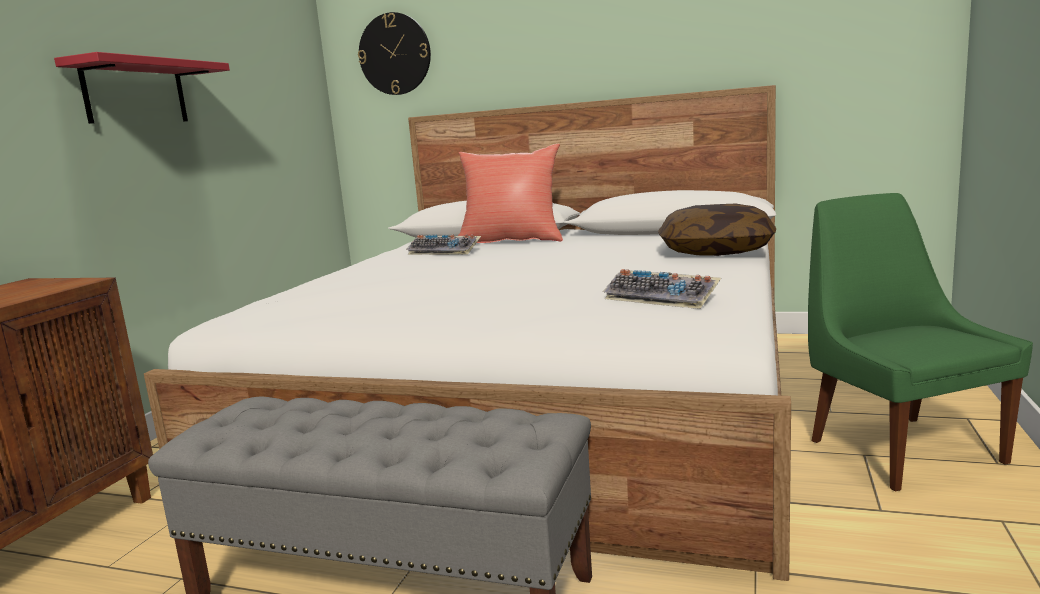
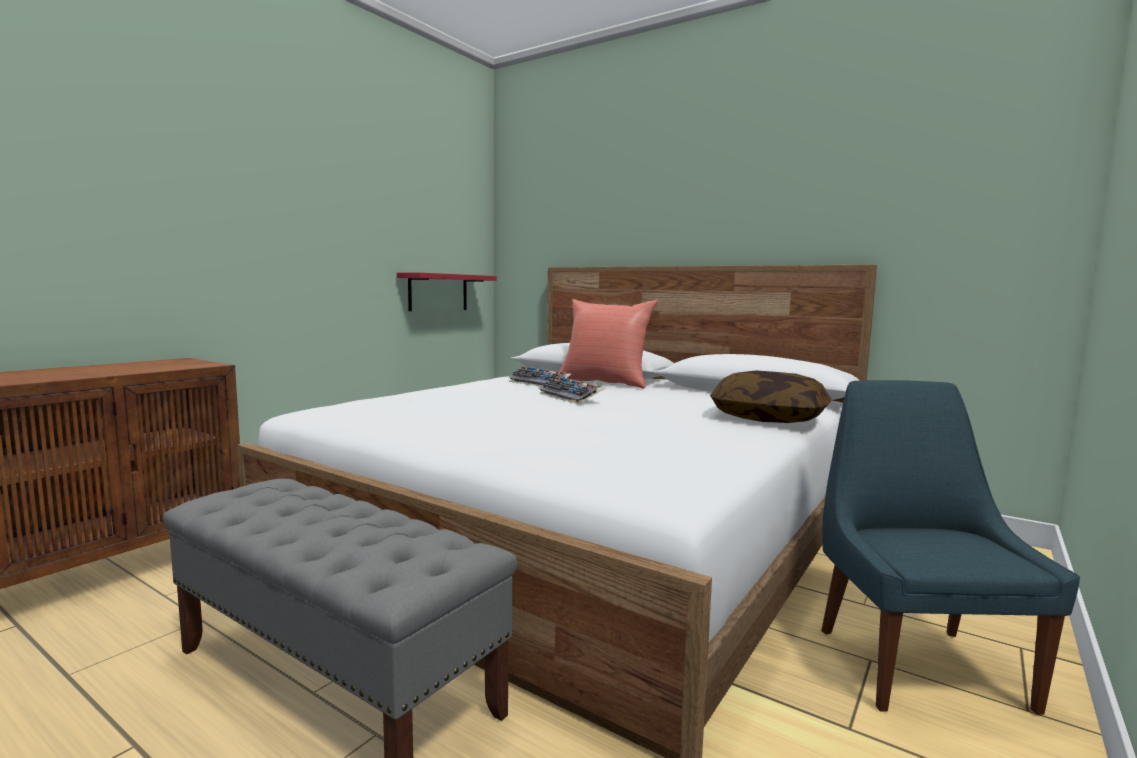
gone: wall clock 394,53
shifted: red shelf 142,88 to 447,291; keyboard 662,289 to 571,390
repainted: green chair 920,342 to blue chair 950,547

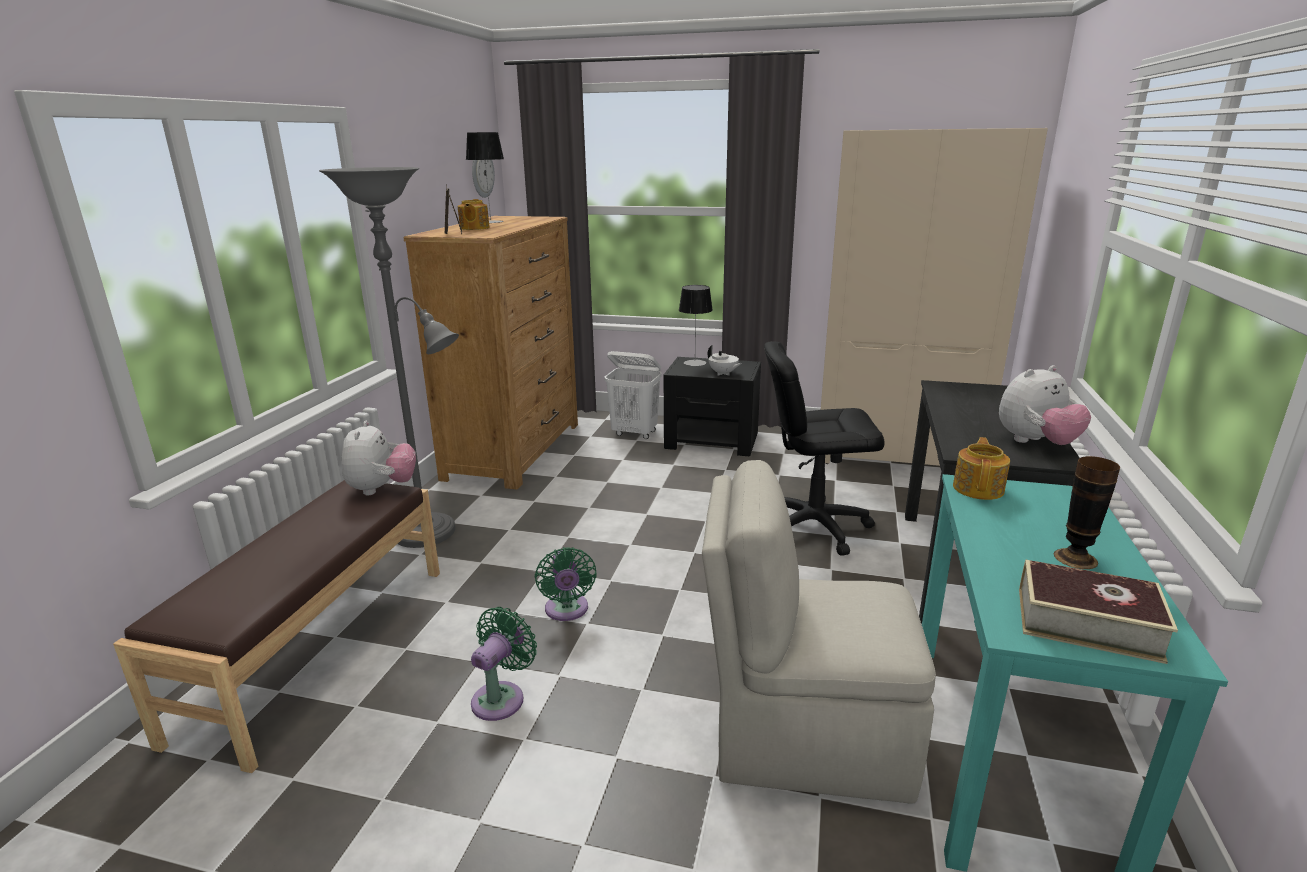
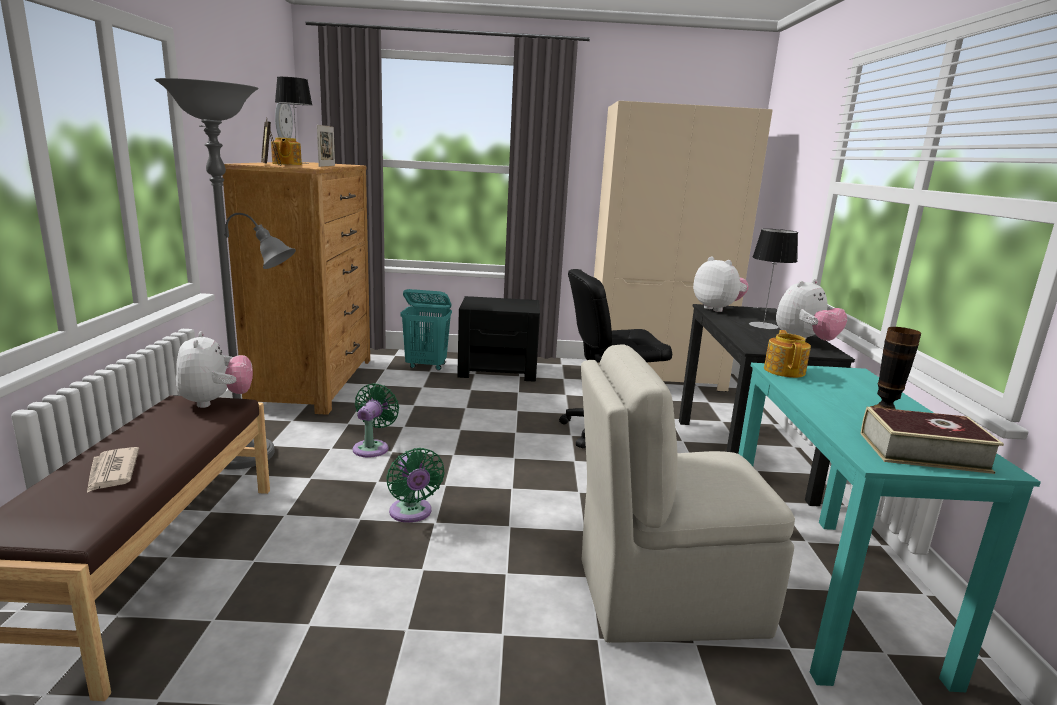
gone: white teapot 725,360
new: picture frame 326,146; plush toy 721,284; newspaper 113,470
shifted: table lamp 696,325 to 773,279; green fan 504,664 to 376,420
repainted: white laundry basket 633,395 to turquoise laundry basket 426,329

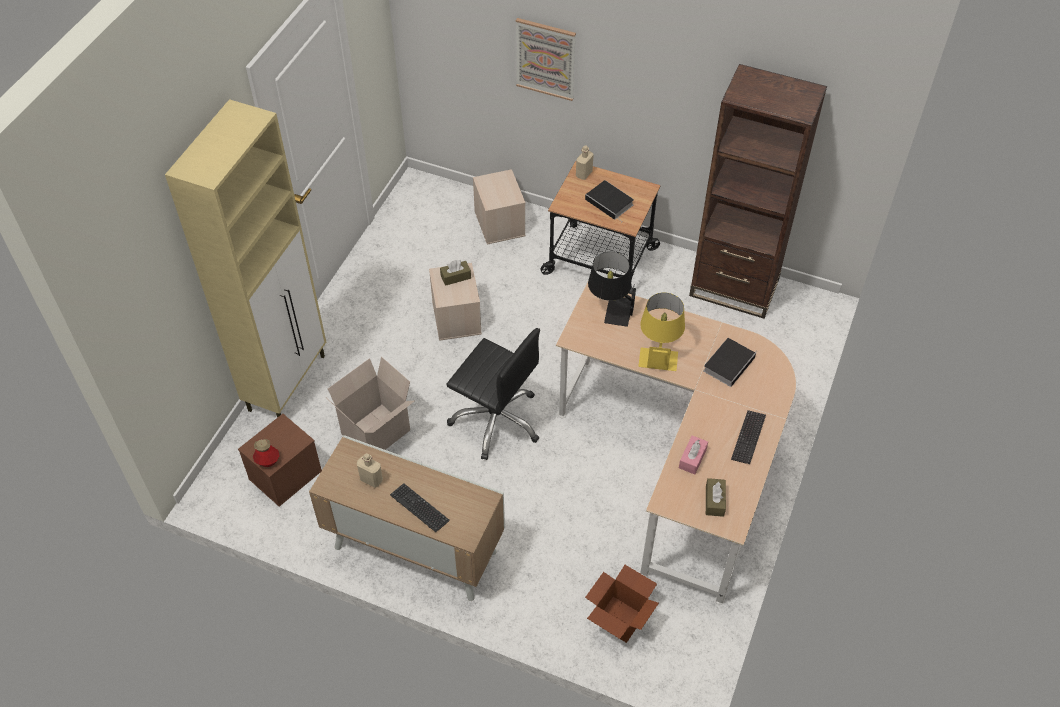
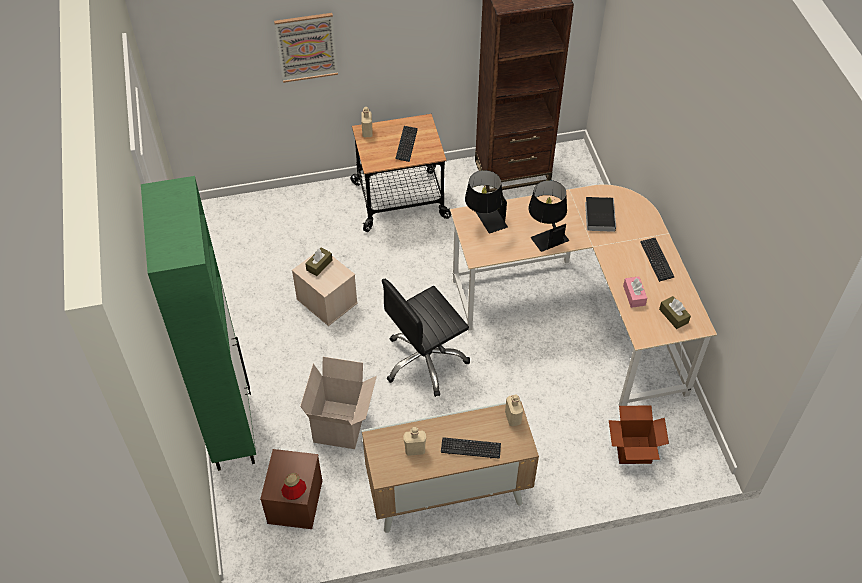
gone: beige storage box 499,207
new: beige bottle 514,410
swapped: book 609,201 to keyboard 406,144
repainted: beige cabinet 245,258 to green cabinet 198,323; yellow table lamp 662,332 to black table lamp 548,216
rotated: black office chair 493,394 = 426,338 150 degrees clockwise

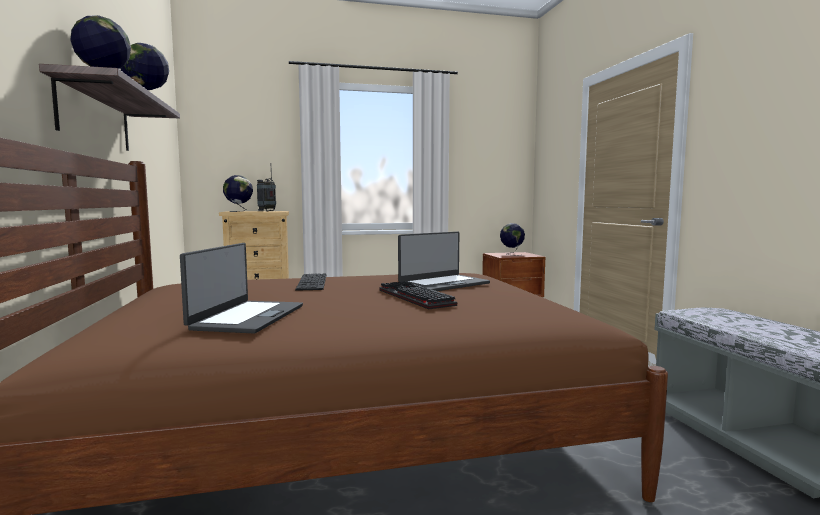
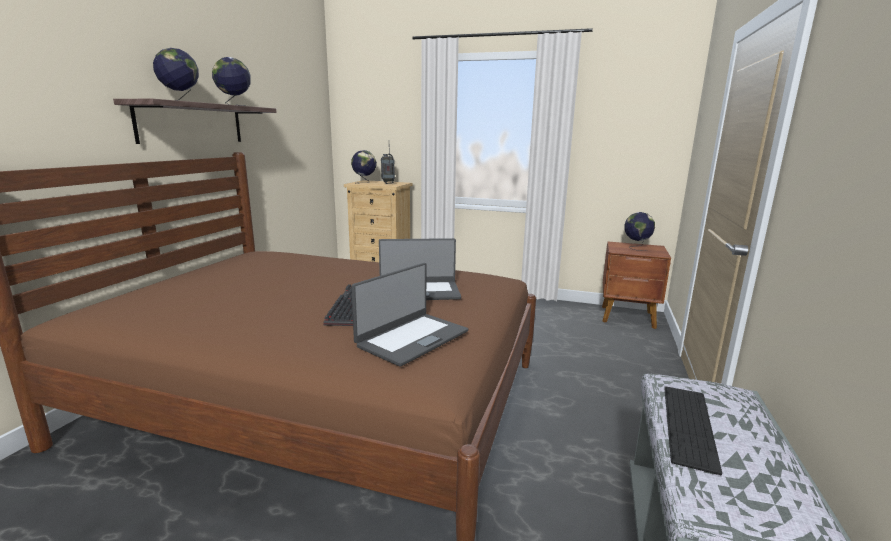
shifted: laptop 241,288 to 409,315; keyboard 311,282 to 693,430

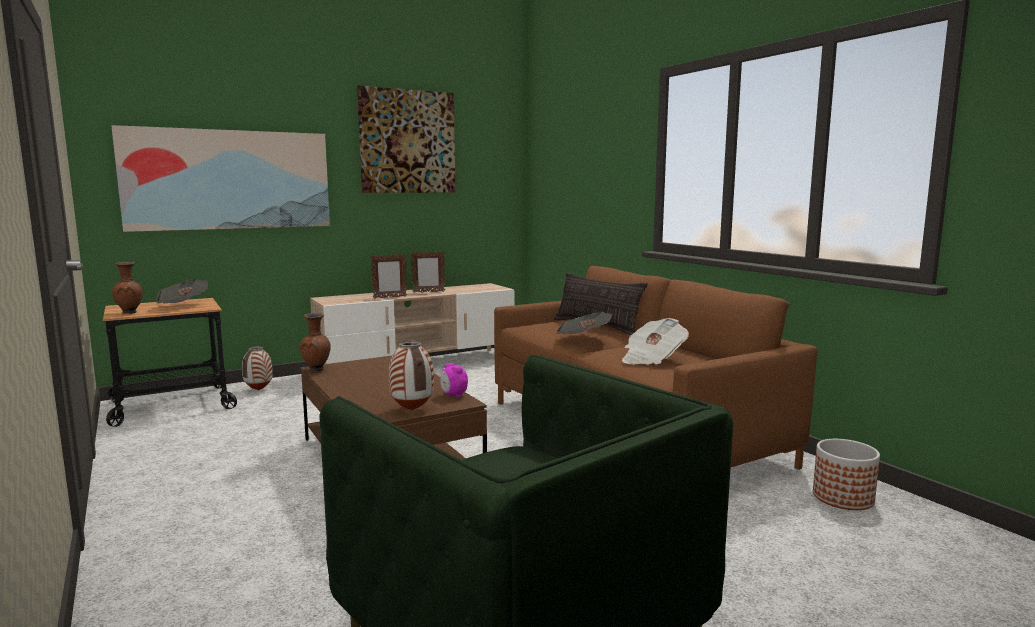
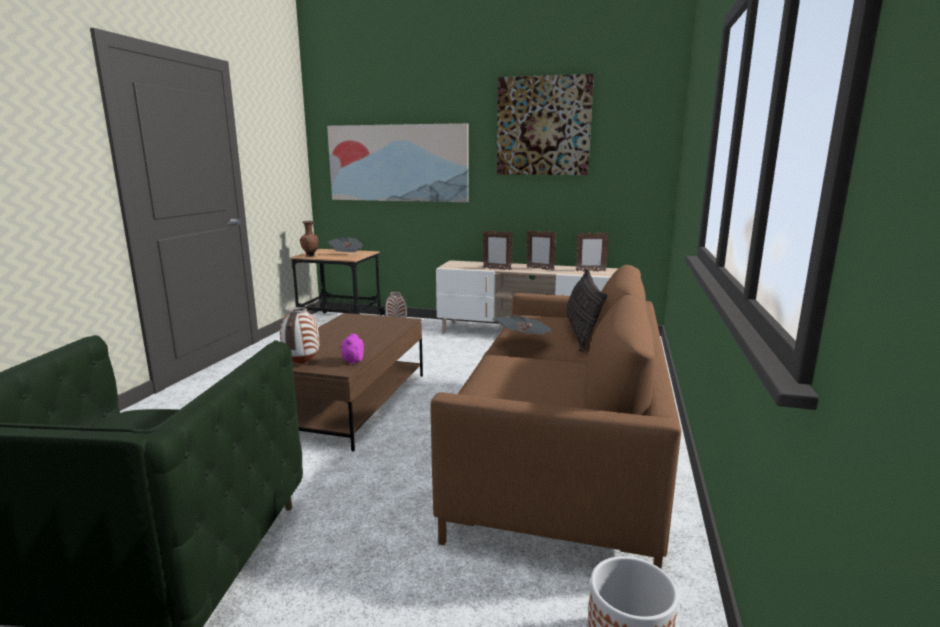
gone: brown vase 315,342; newspaper 655,341
new: picture frame 592,252

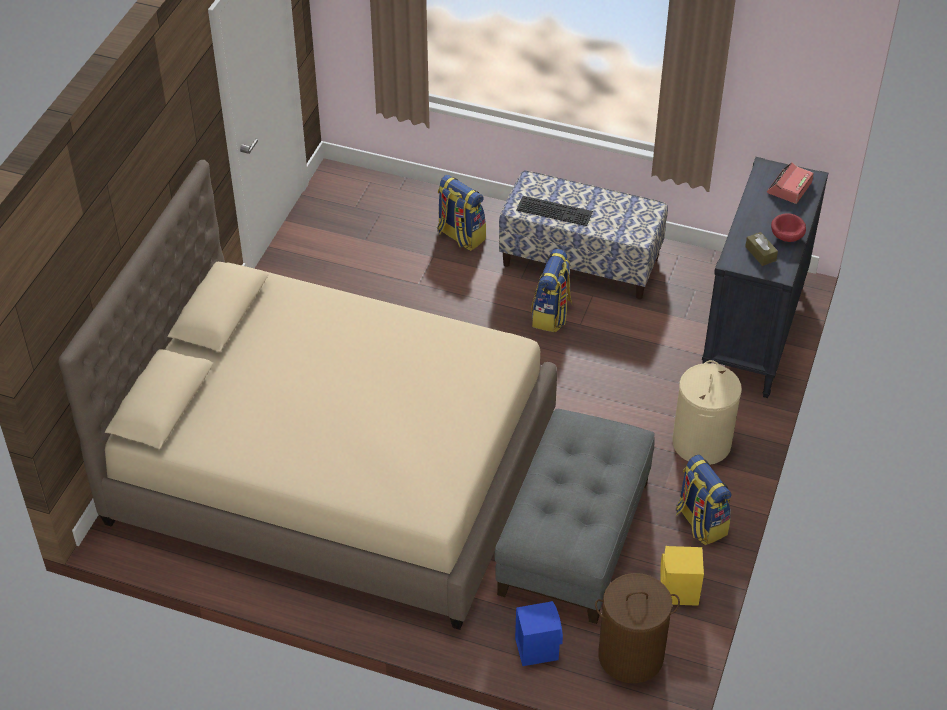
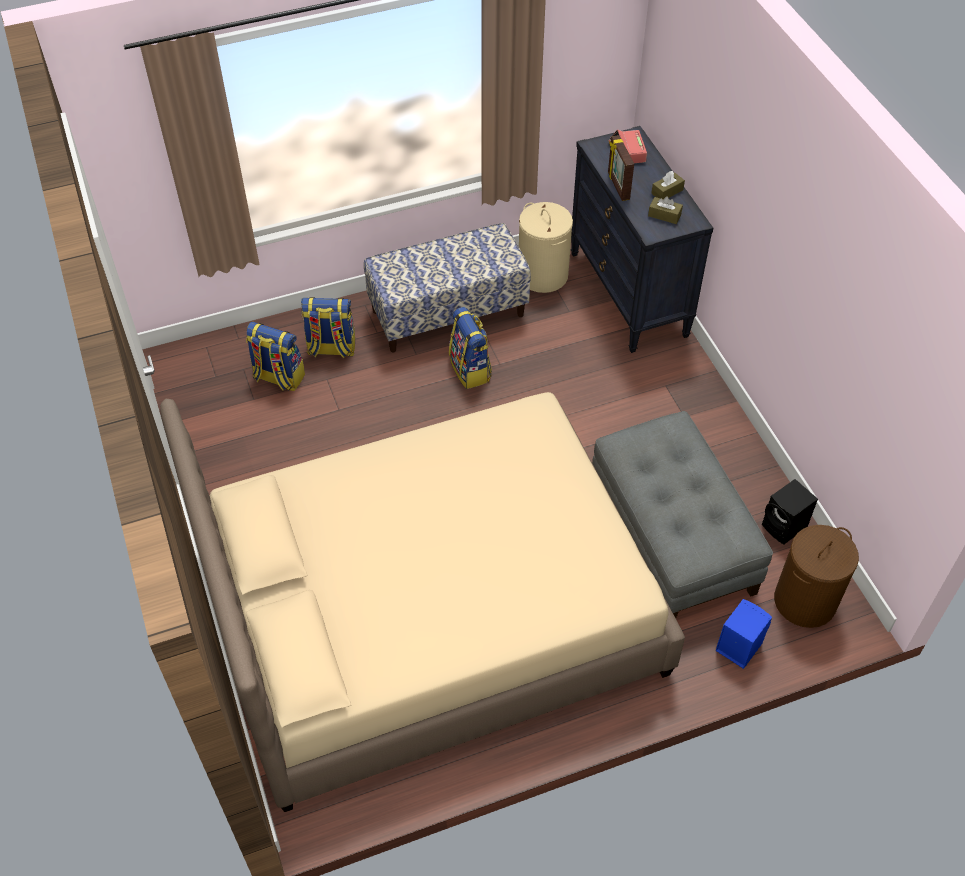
gone: keyboard 554,211
new: picture frame 621,168
shifted: beige laundry basket 707,412 to 546,247; backpack 704,500 to 275,356
swapped: red bowl 788,227 to brown tissue box 668,185
repainted: yellow speaker 682,576 to black speaker 790,511

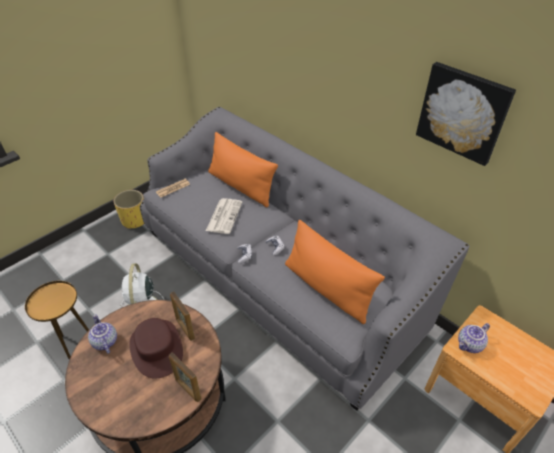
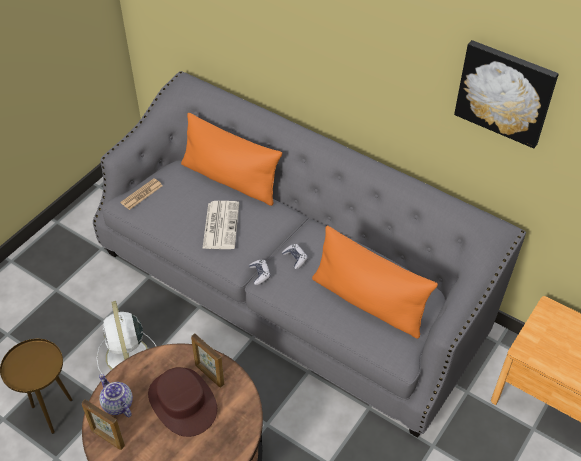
gone: yellow planter 129,209; teapot 474,338
shifted: picture frame 185,377 to 103,424

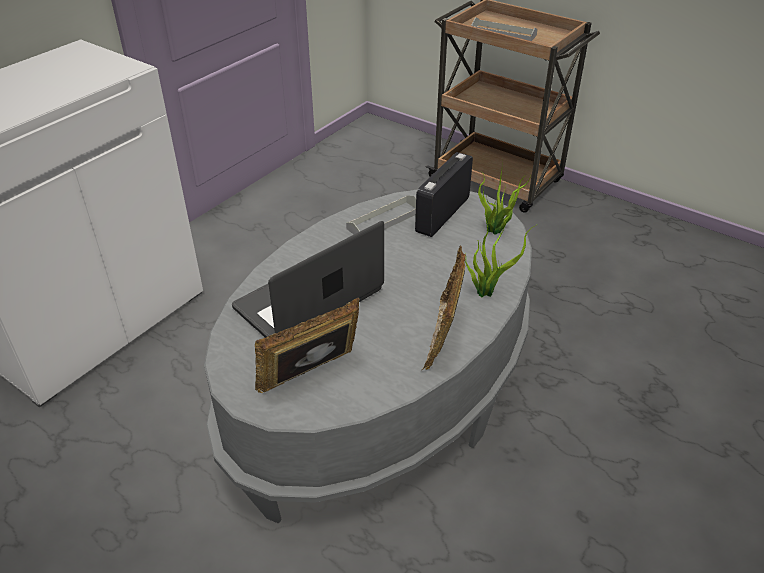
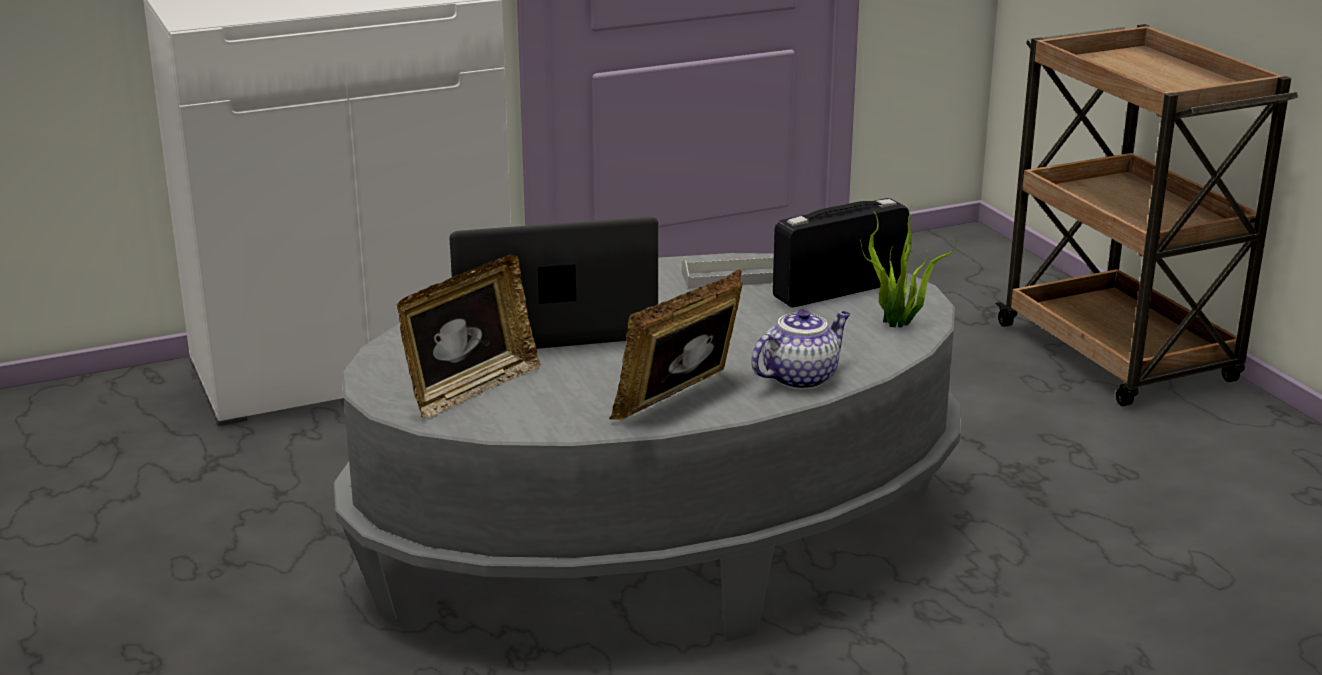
gone: grey tray 504,29
swapped: potted plant 500,257 to teapot 800,349
rotated: picture frame 307,345 = 468,336 135 degrees clockwise

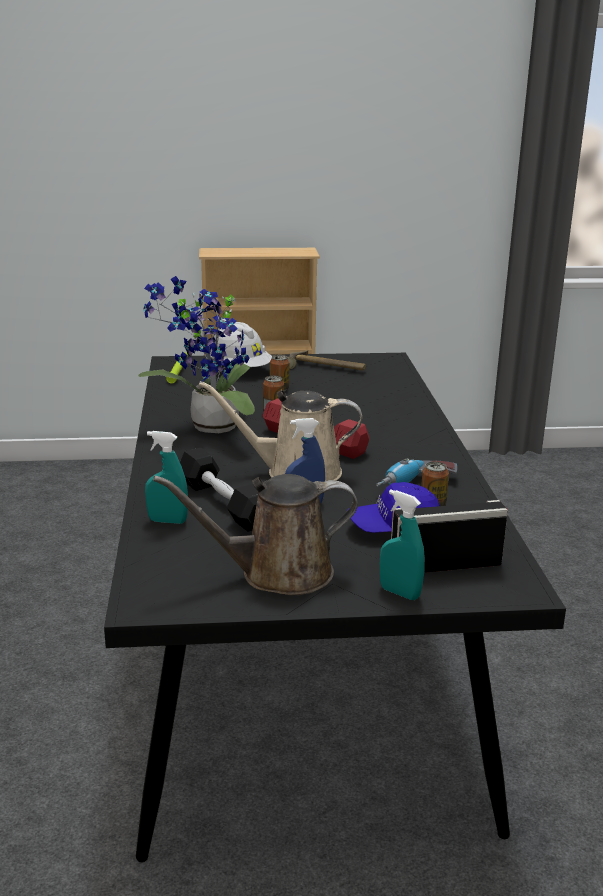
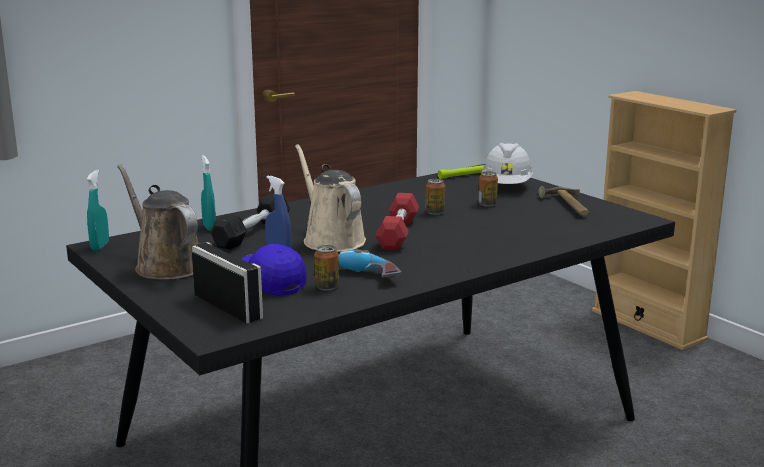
gone: potted plant 196,354
shifted: turquoise spray bottle 402,545 to 98,210

